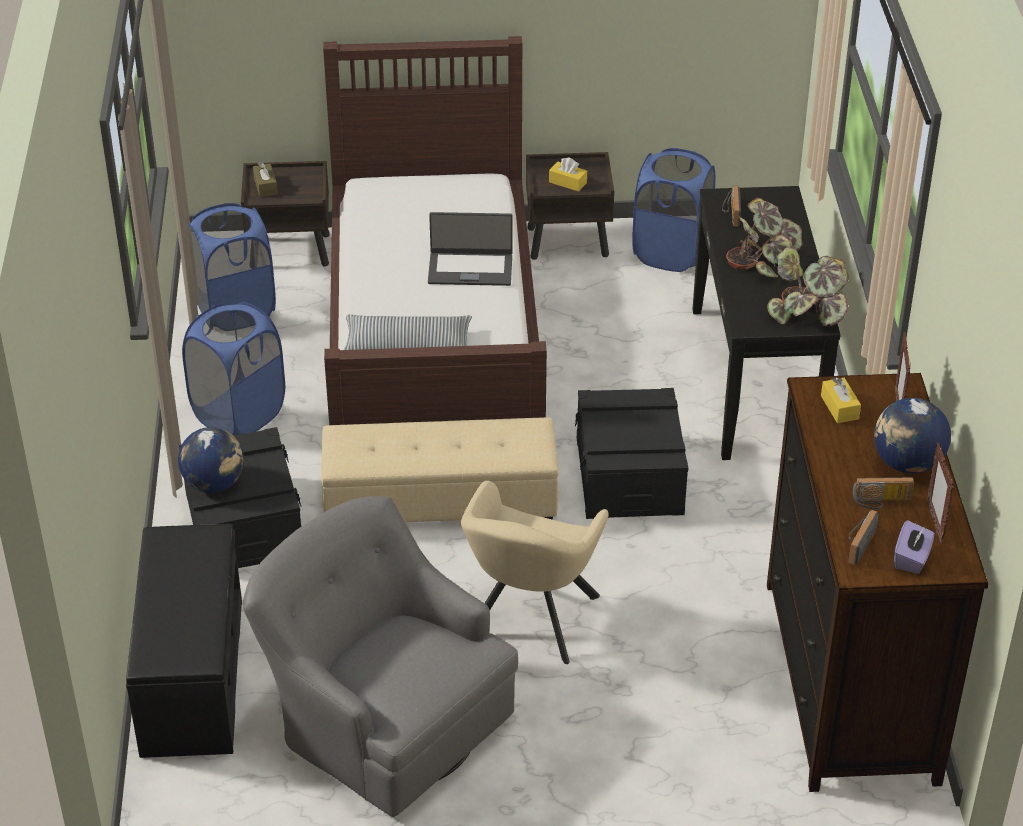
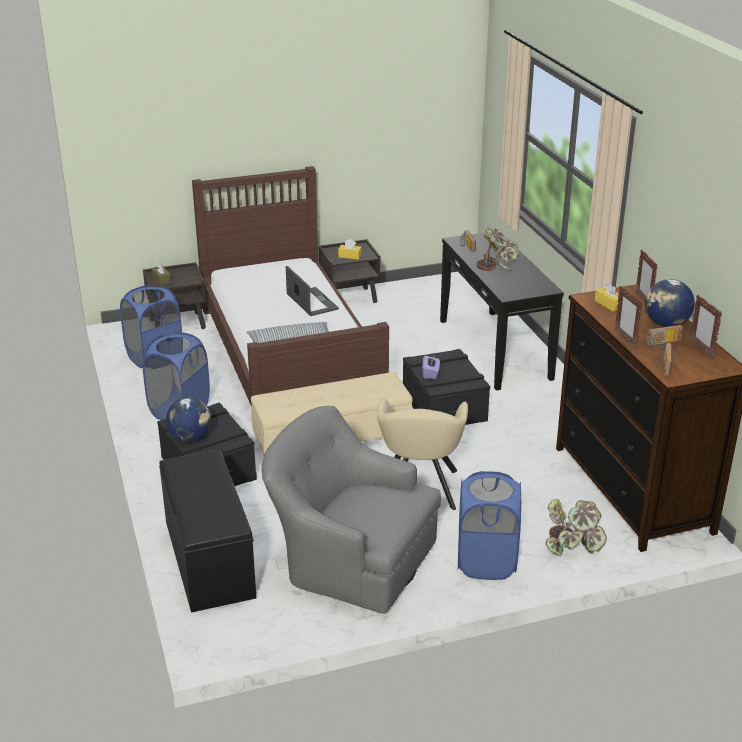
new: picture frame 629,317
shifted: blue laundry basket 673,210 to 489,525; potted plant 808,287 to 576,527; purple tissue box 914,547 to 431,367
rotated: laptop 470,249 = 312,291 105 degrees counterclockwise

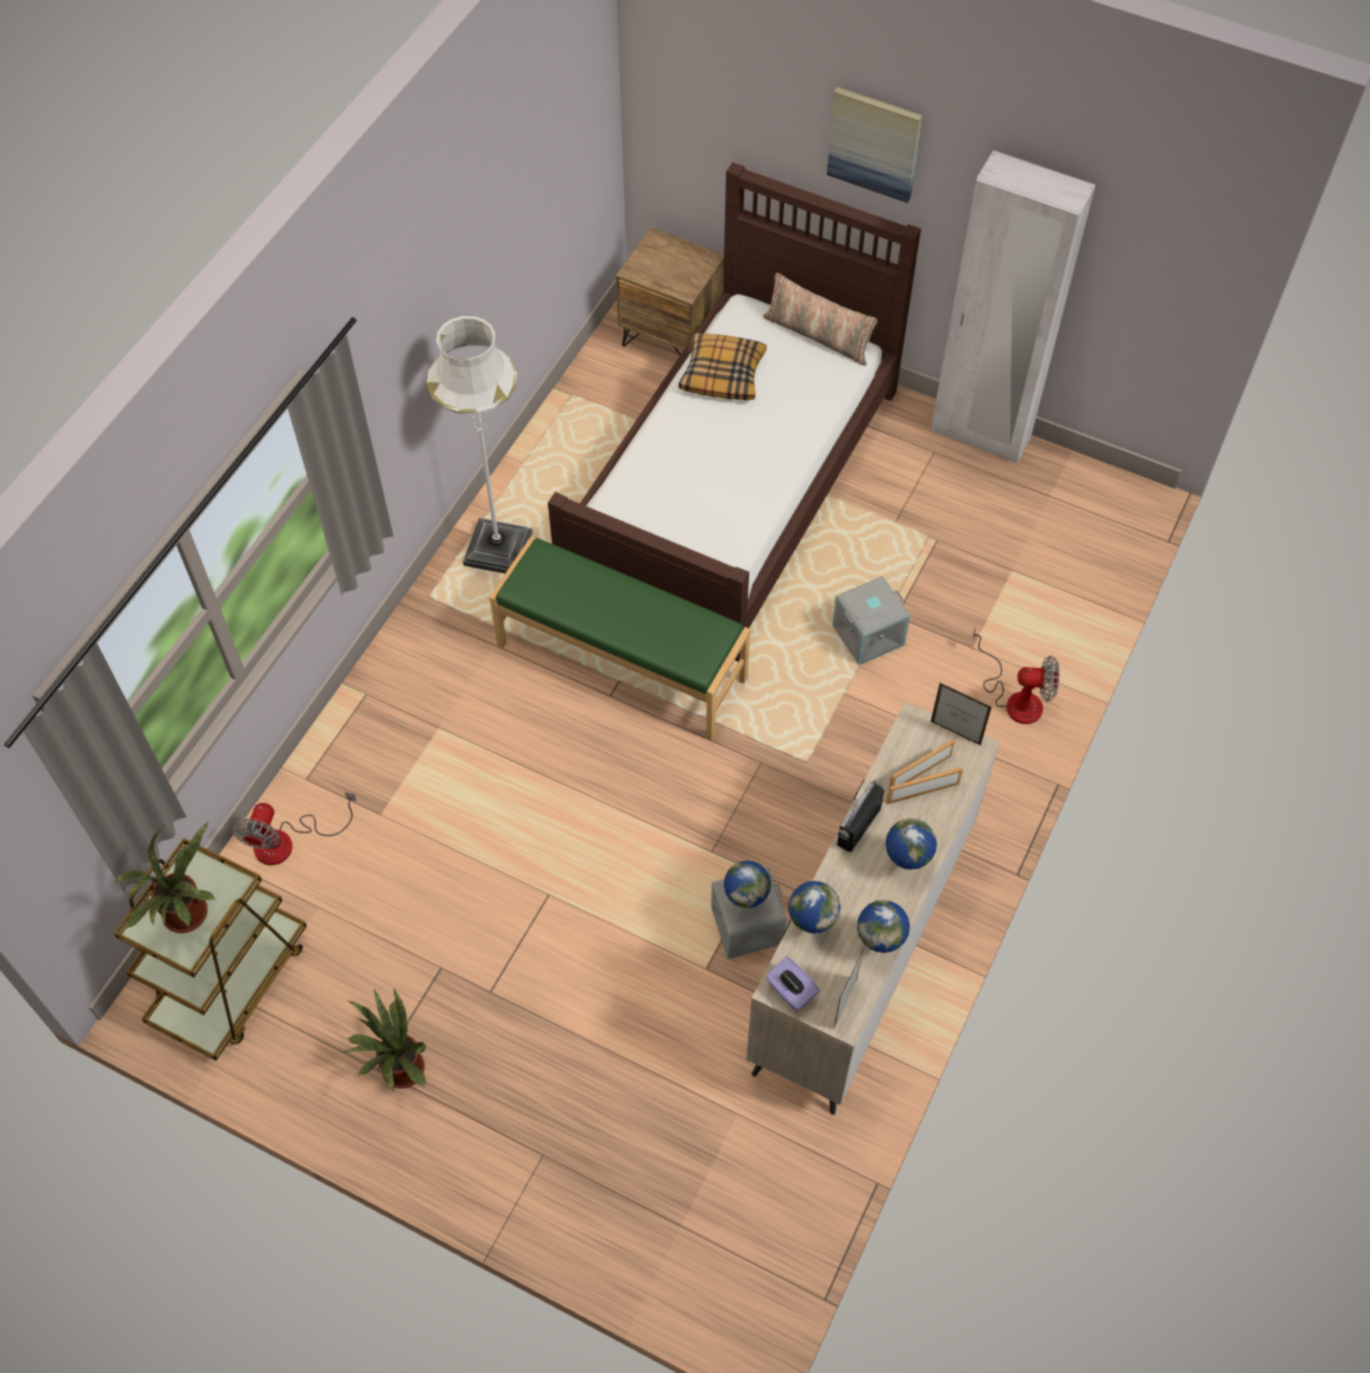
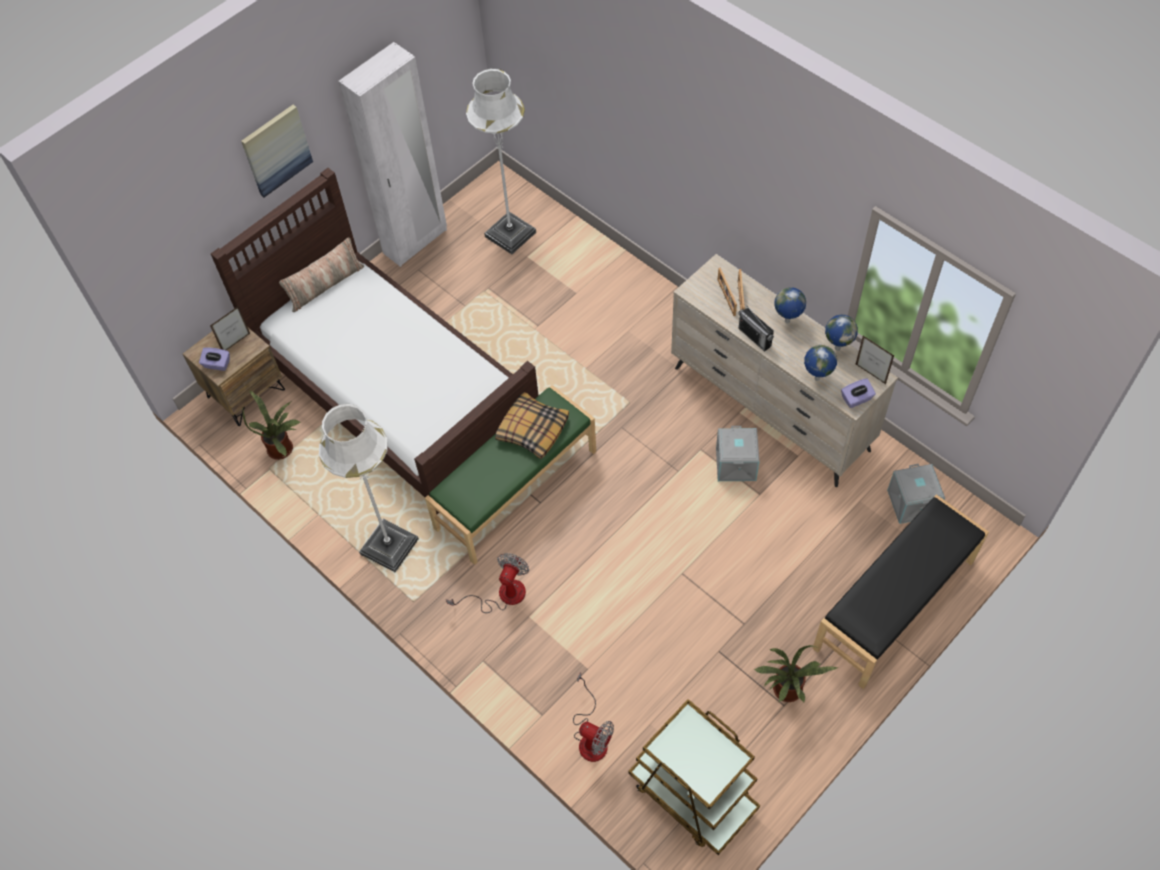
gone: globe 747,884
new: white floor lamp 501,161; purple tissue box 214,359; black bench 901,592
shifted: pillow 723,366 to 532,425; grey storage box 871,620 to 916,494; fan 1016,675 to 487,583; picture frame 961,714 to 230,328; potted plant 165,877 to 271,425

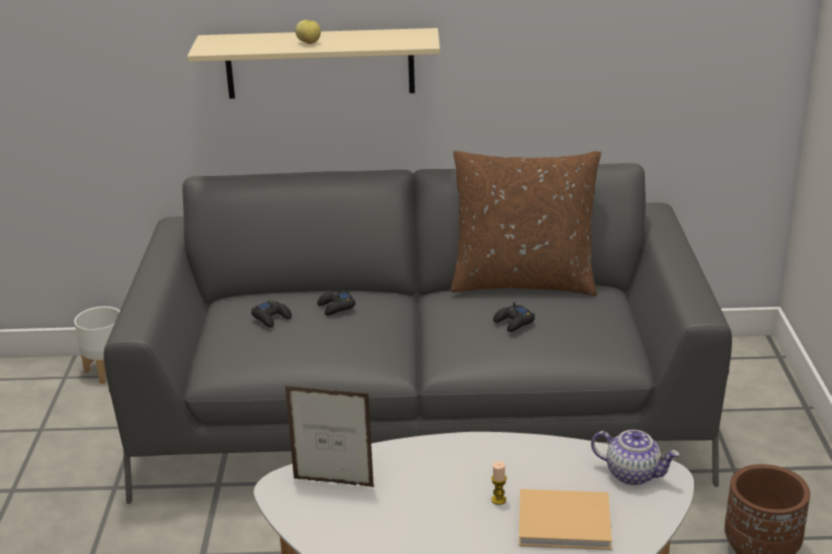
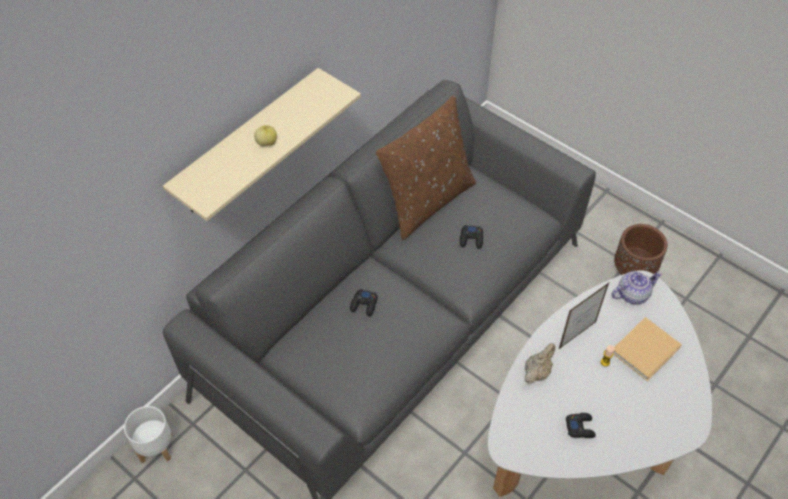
new: beige teapot 540,363
shifted: black game controller 271,314 to 580,425; picture frame 329,436 to 583,316

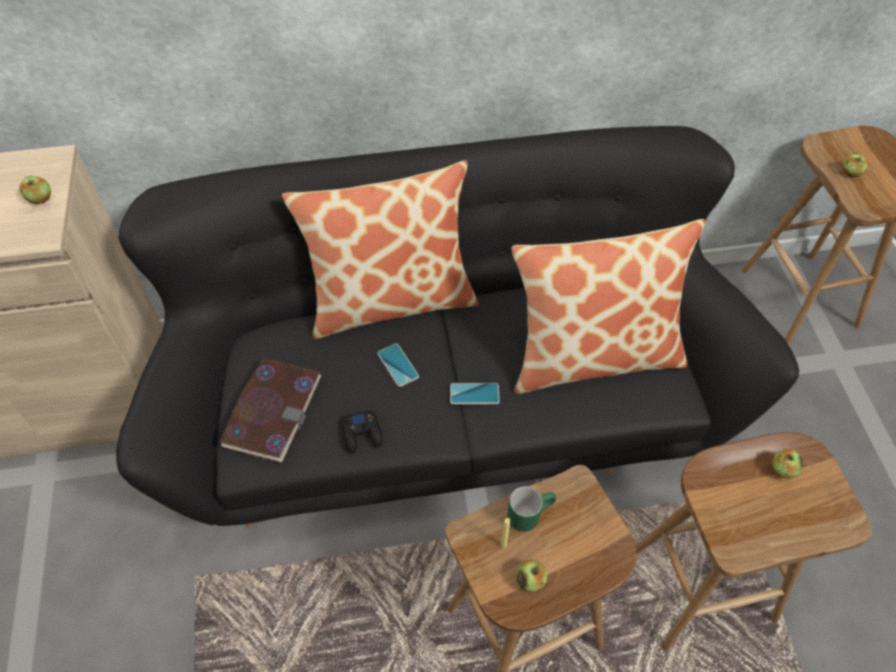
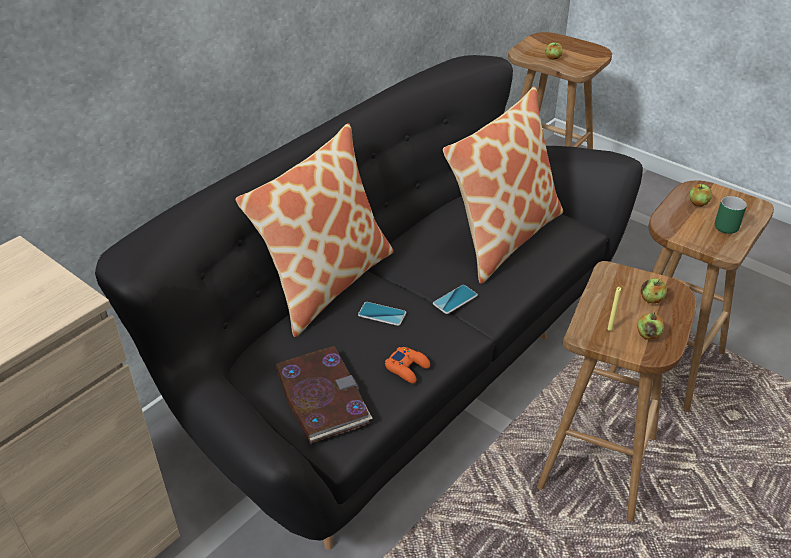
shifted: apple 35,190 to 654,290; green mug 531,508 to 731,215
repainted: black game controller 362,431 to orange game controller 407,365

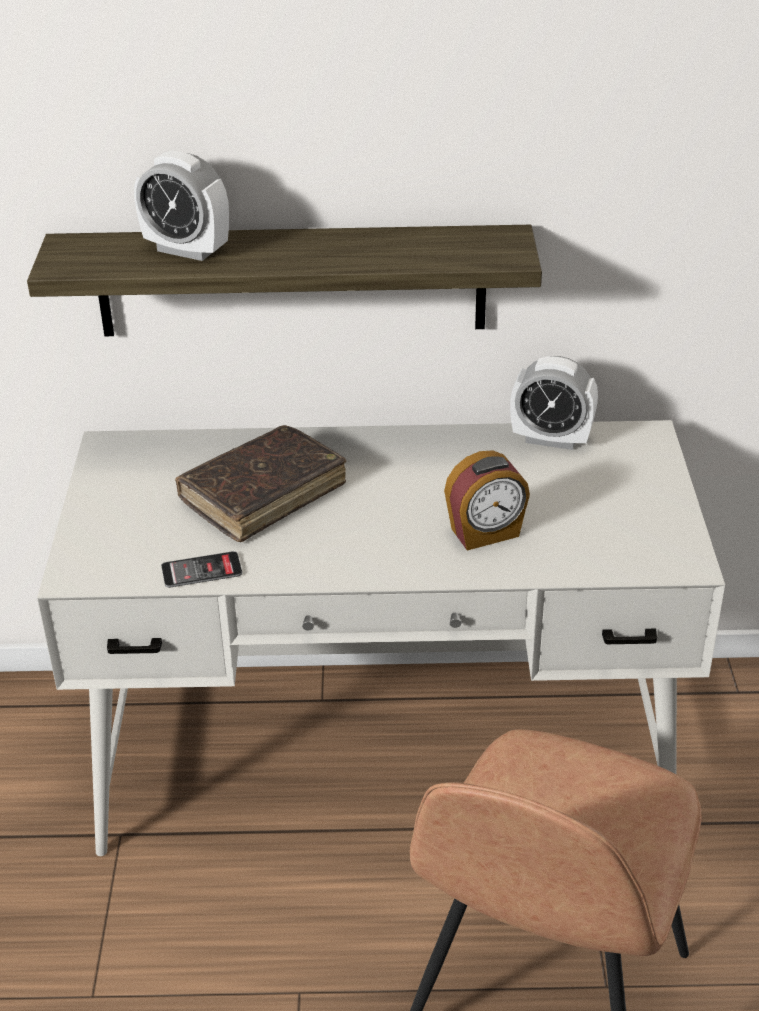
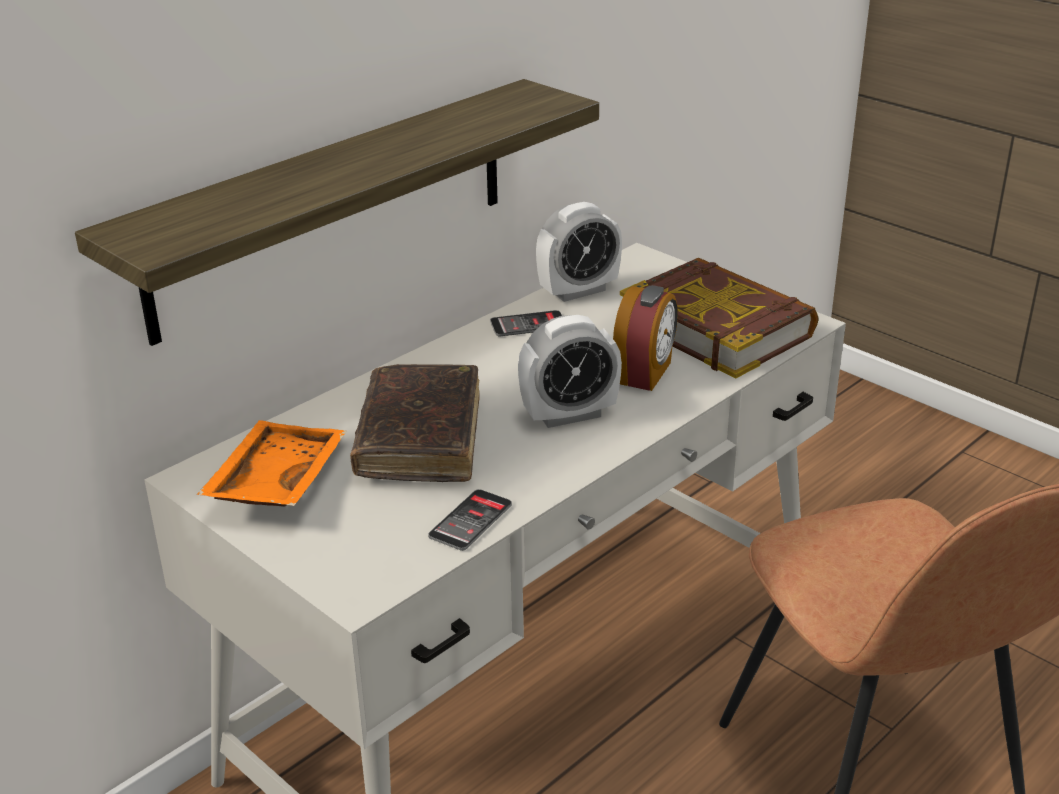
new: book 719,318; phone 526,323; orange tray 272,463
shifted: alarm clock 181,206 to 570,371

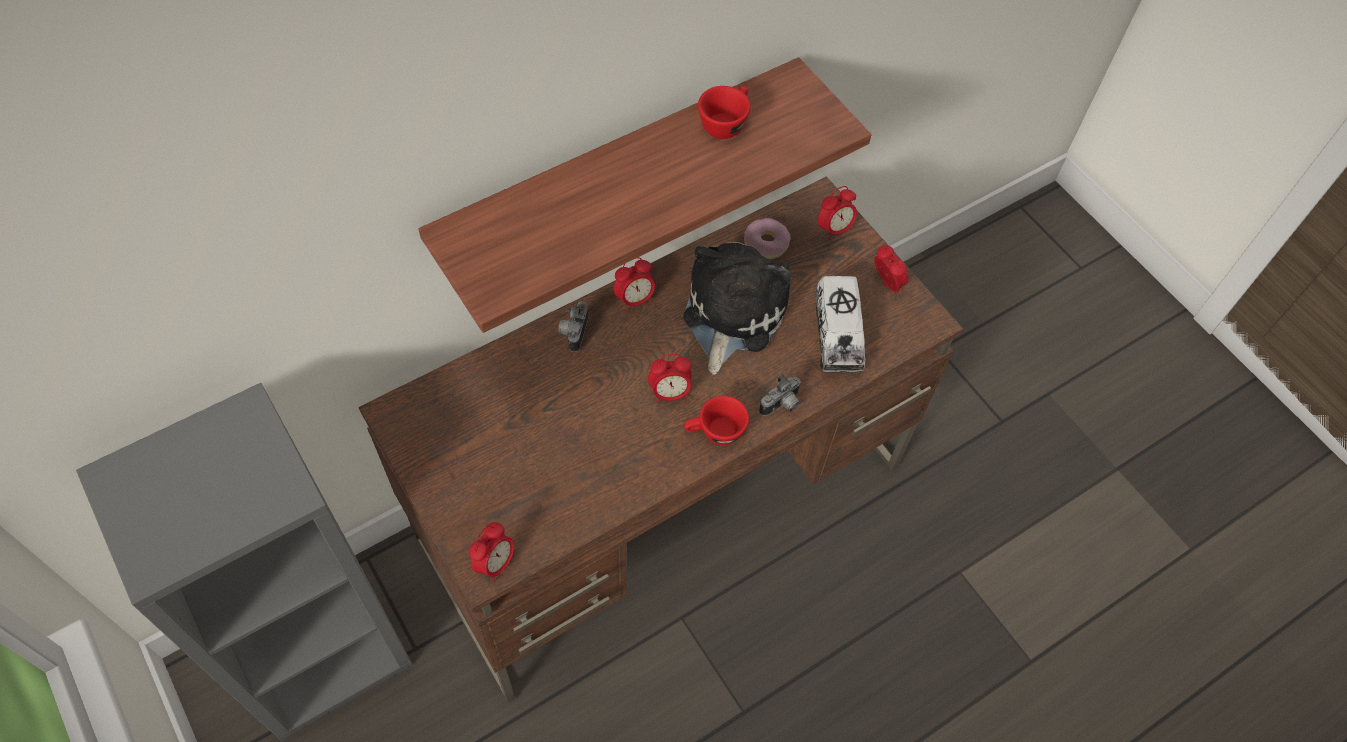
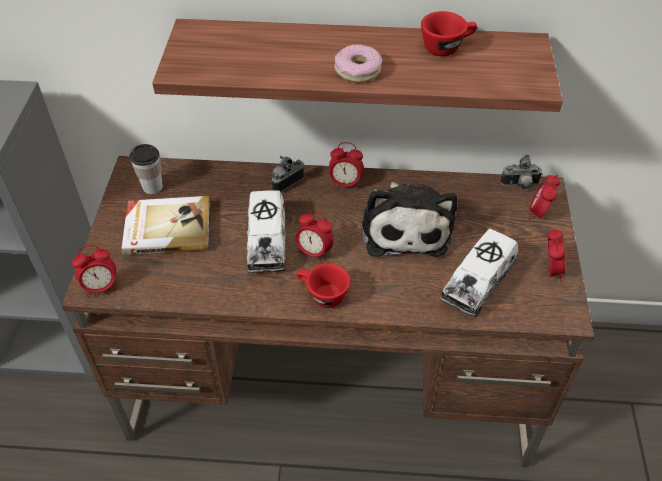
new: cup 146,169; toy truck 266,231; book 166,226
shifted: donut 767,238 to 358,63; photo camera 780,395 to 521,172
rotated: alarm clock 837,213 = 544,197 105 degrees clockwise; plush toy 737,308 = 410,219 120 degrees clockwise

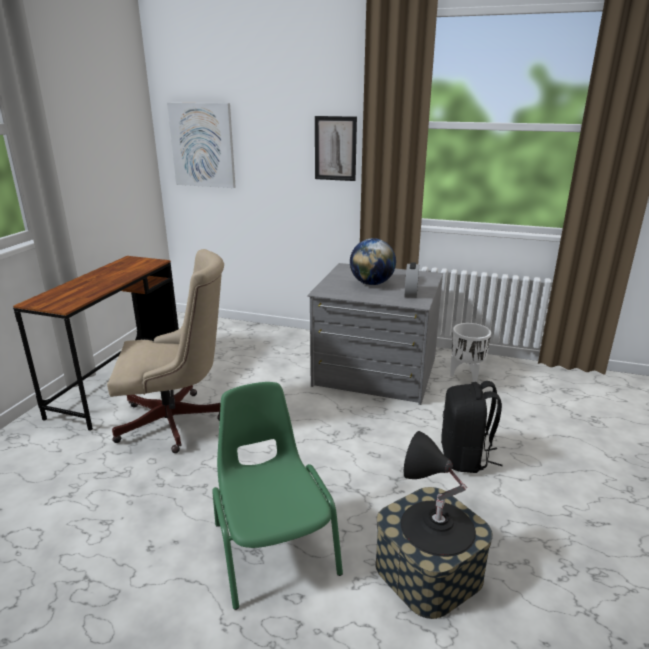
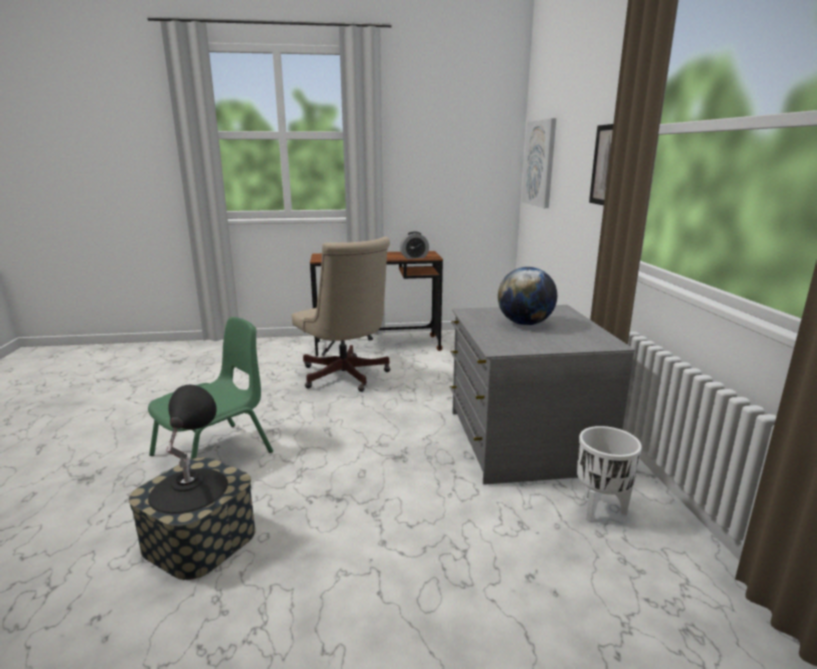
gone: black backpack 472,427
shifted: alarm clock 412,280 to 414,245

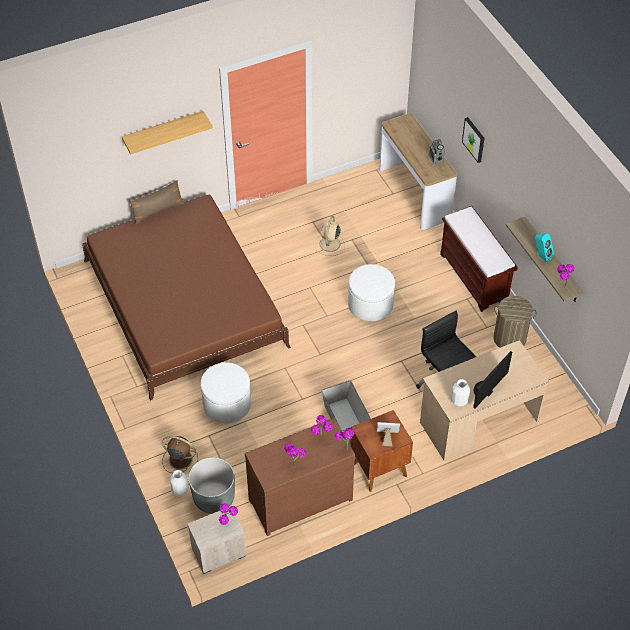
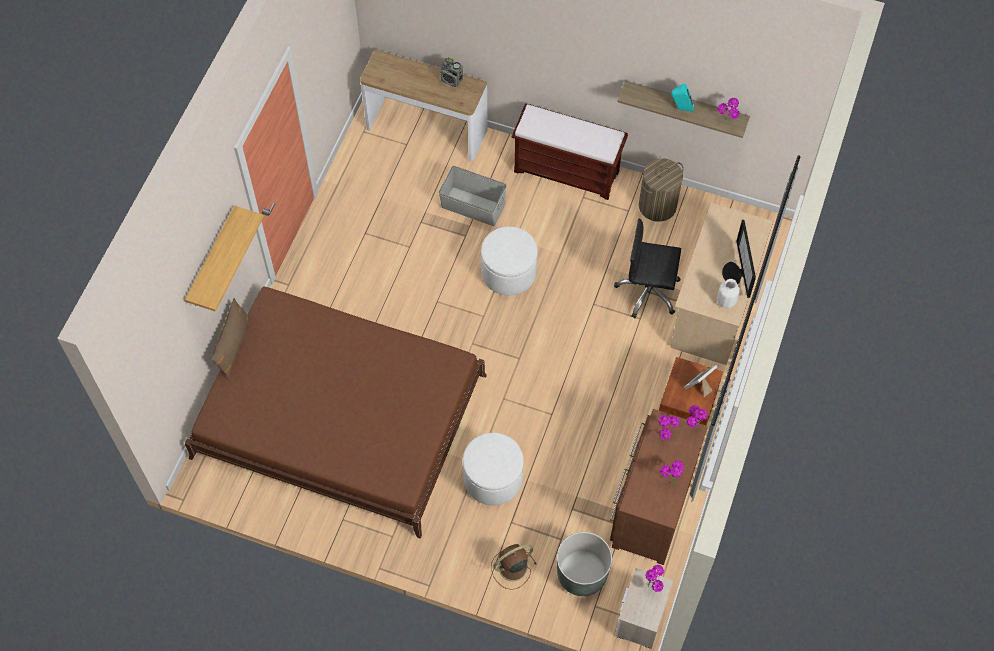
gone: picture 473,140; beige fan 330,235; white vase 179,483
shifted: grey storage box 346,412 to 473,196

